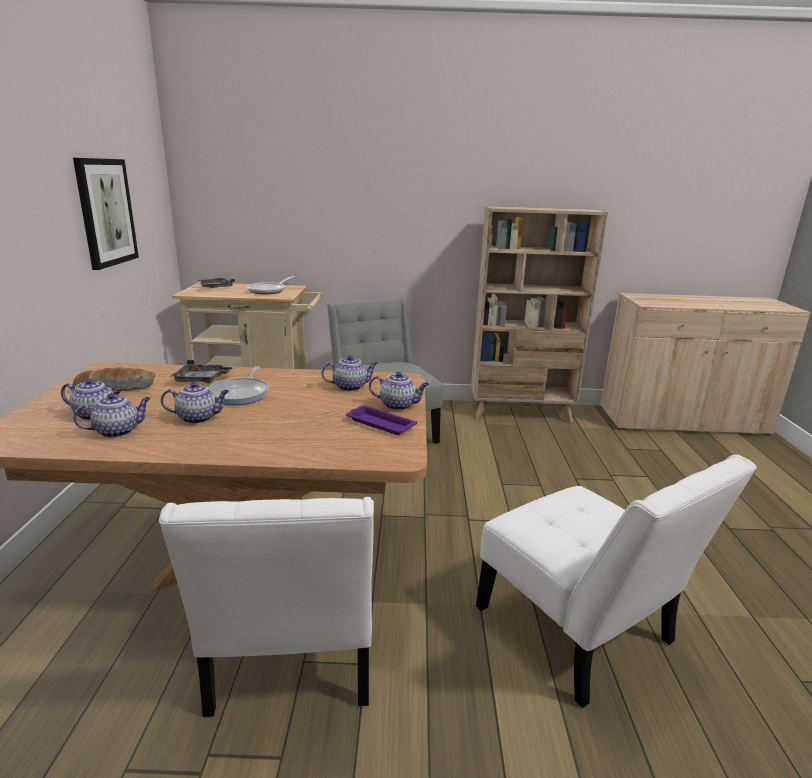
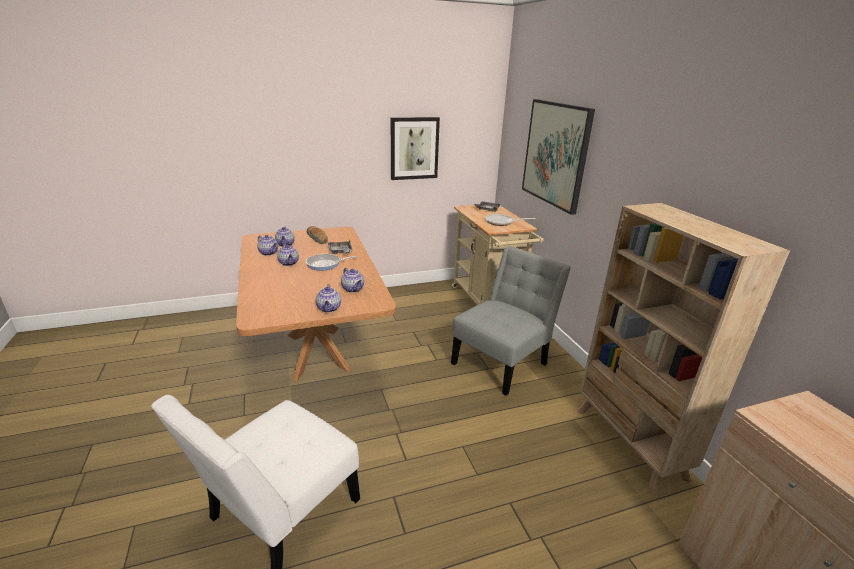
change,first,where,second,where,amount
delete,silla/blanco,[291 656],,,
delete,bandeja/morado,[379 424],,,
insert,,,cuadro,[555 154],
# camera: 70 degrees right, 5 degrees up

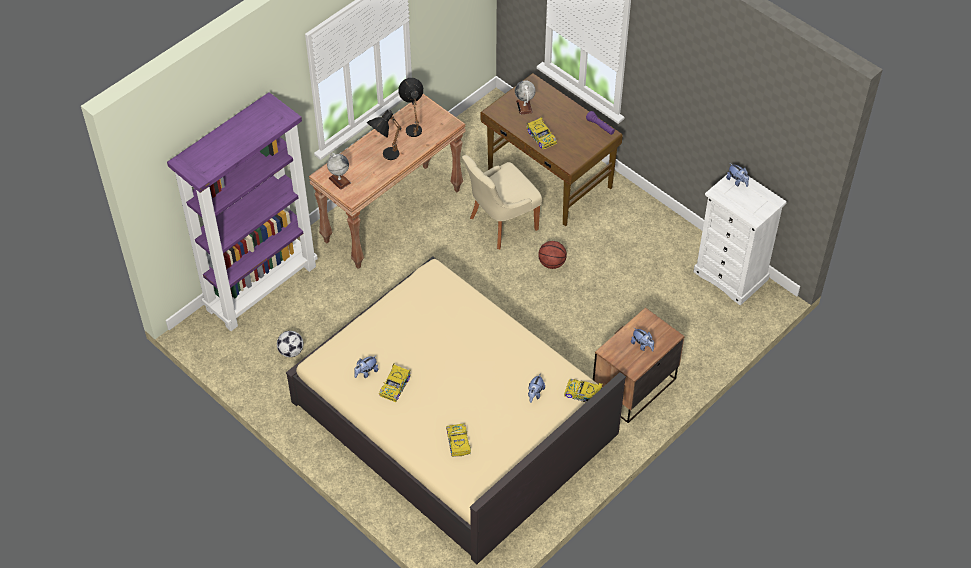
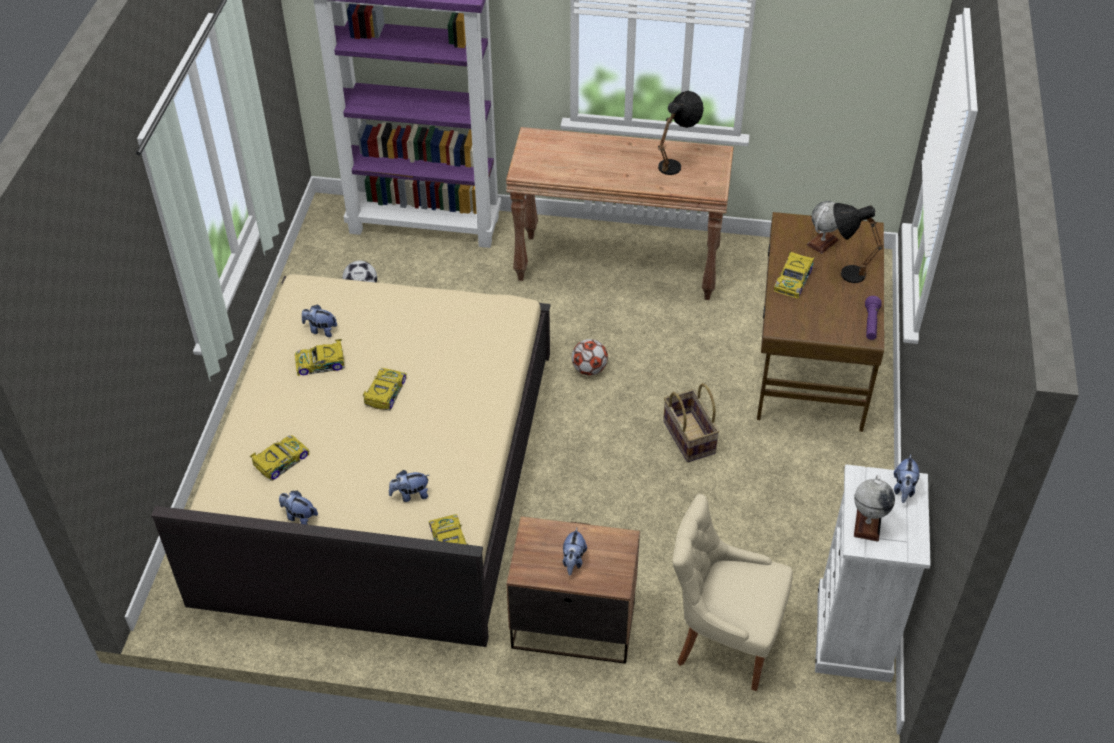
change,first,where,second,where,amount
insert,,,peluche,[299 517],
insert,,,coche de juguete,[385 393],
insert,,,balón de fútbol,[589 369],
move,globo terráqueo,[339 180],,[867 524],
move,lámpara de mesa/negro,[385 156],,[843 272],
move,silla/beis,[501 224],,[723 639],
replace,balón de baloncesto,[551 263],cesta,[688 437],
# camera: 55 degrees right, 5 degrees down

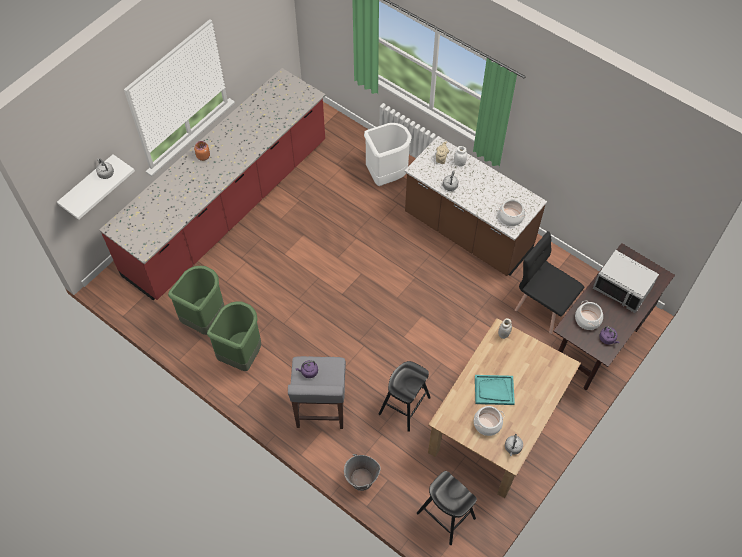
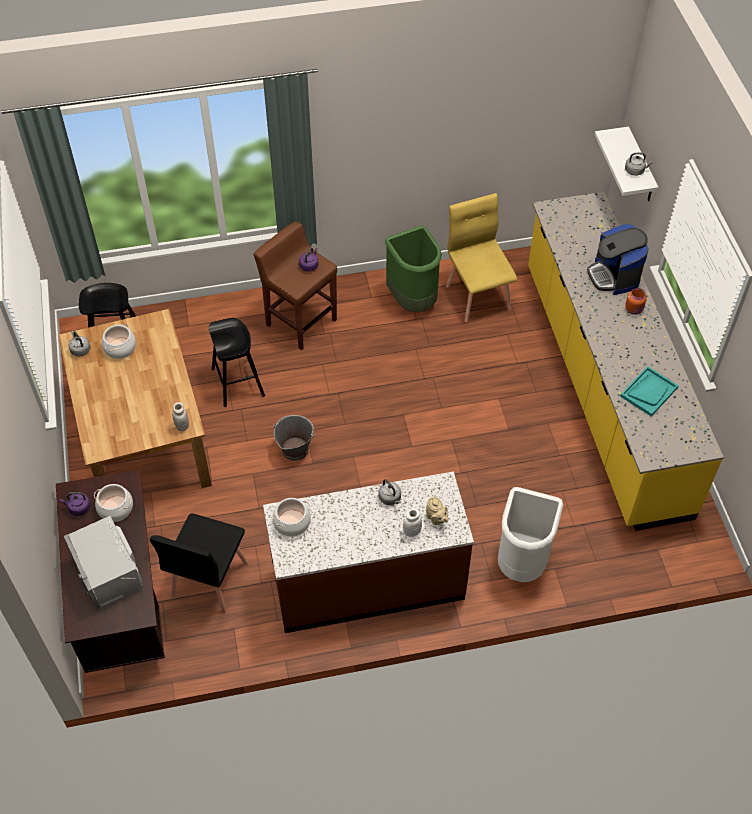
change,first,where,second,where,amount
insert,,,cafetera,[614 276],
move,cubo/gris,[361 480],,[295 449],
move,bandeja/turquesa,[494 390],,[648 392],
replace,papelera/verde,[205 319],silla/amarillo,[478 296],
recolor,mueble bajo de cocina/rojo,[228 208],mueble bajo de cocina/amarillo,[603 387],
recolor,taburete/gris,[320 409],taburete/marrón,[300 322],
rotate,silla/negro,[543 306],,[209 580],120 degrees clockwise
rotate,microondas/gris,[622 288],,[109 572],105 degrees counterclockwise
# camera: 130 degrees right, 5 degrees down

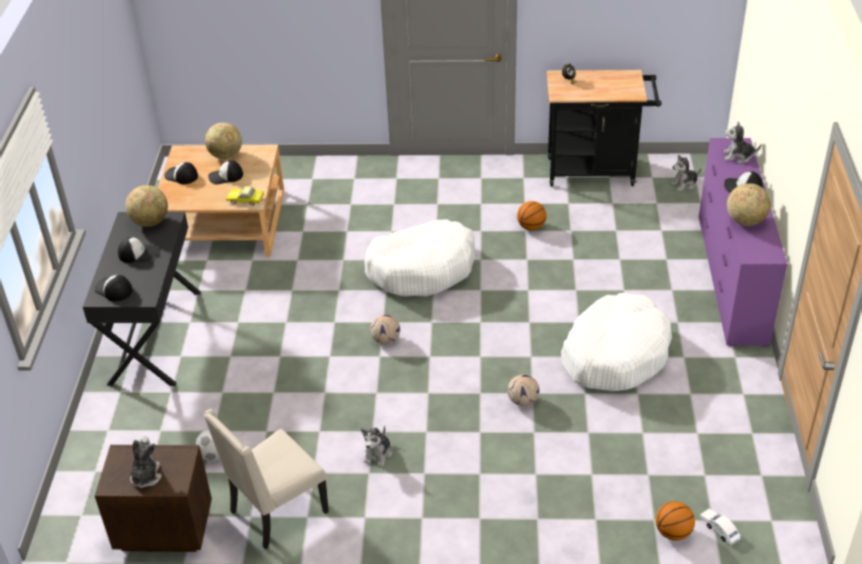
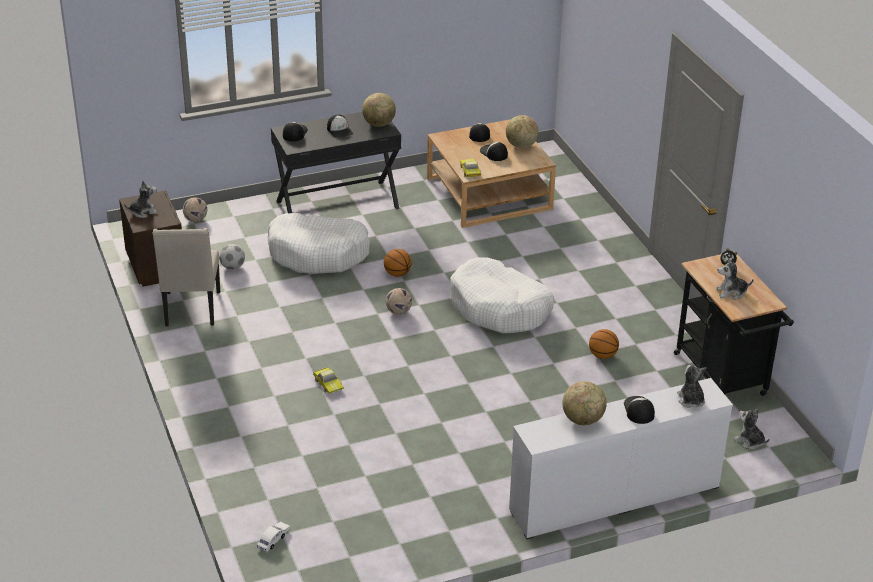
change,first,where,second,where,amount
insert,,,coche de juguete,[329 383],
move,peluche,[378 454],,[731 292],
move,balón de fútbol,[523 401],,[195 220],
move,cama para perro/blanco,[615 354],,[318 253],
move,balón de baloncesto,[673 532],,[397 274],
recolor,cómoda/morado,[731 278],cómoda/blanco,[614 498],
rotate,silla/beis,[276 512],,[191 310],120 degrees counterclockwise
# camera: 65 degrees right, 5 degrees down

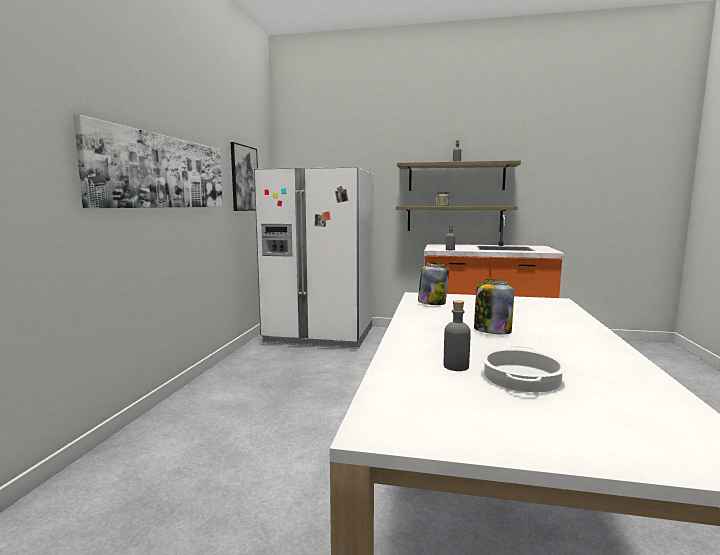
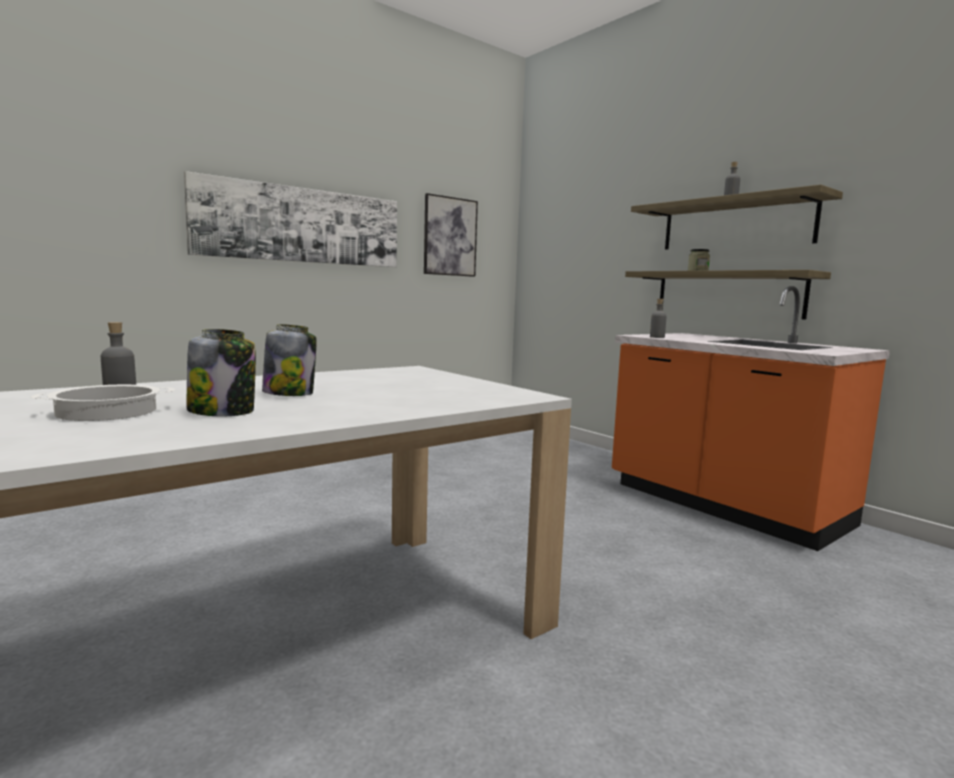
change,first,where,second,where,amount
delete,nevera/blanco,[320 335],,,
move,tarro,[432 303],,[223 412],
# camera: 40 degrees right, 0 degrees up

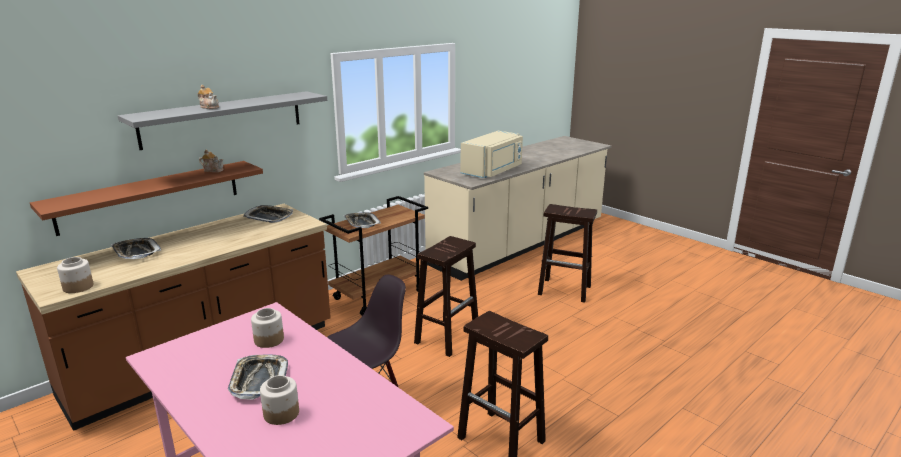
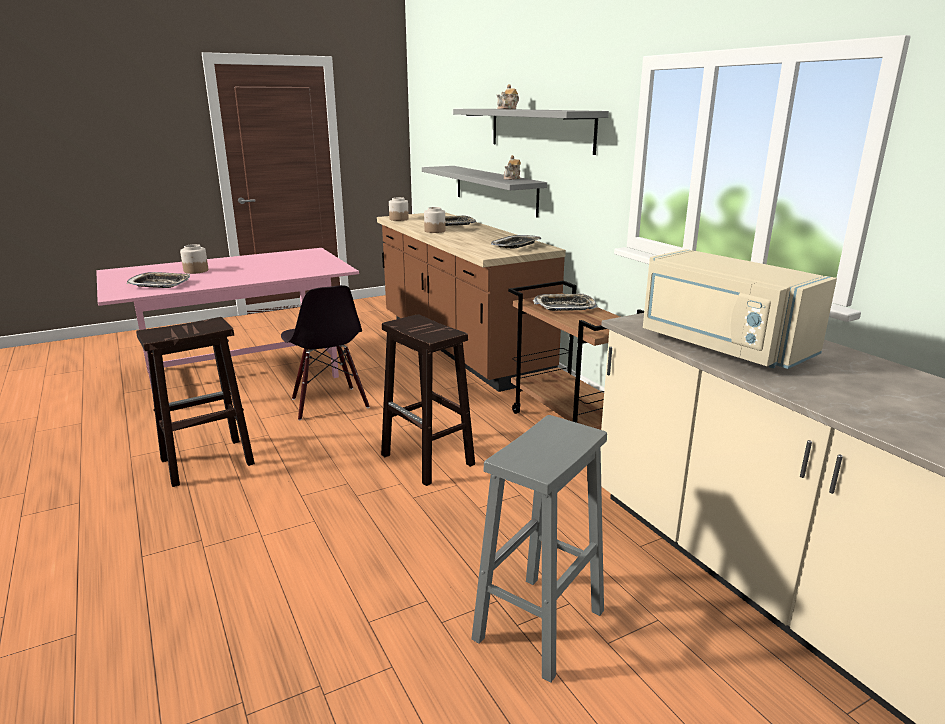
change,first,where,second,where,amount
move,bandeja,[259 380],,[160 284],
move,tarro,[268 340],,[434 231],
recolor,estante/marrón,[151 196],estante/gris,[495 189],
recolor,taburete/marrón,[565 290],taburete/gris,[538 626],
# camera: 105 degrees right, 0 degrees up

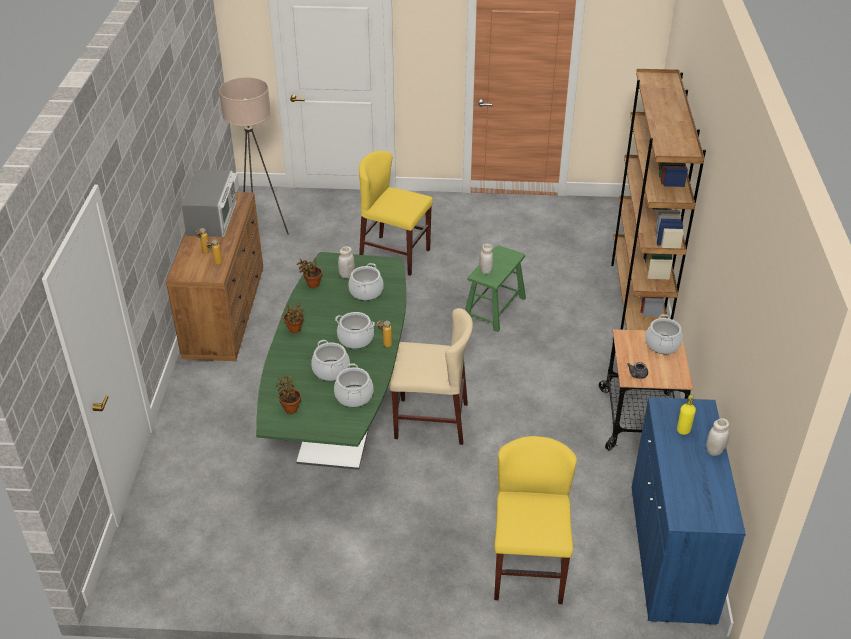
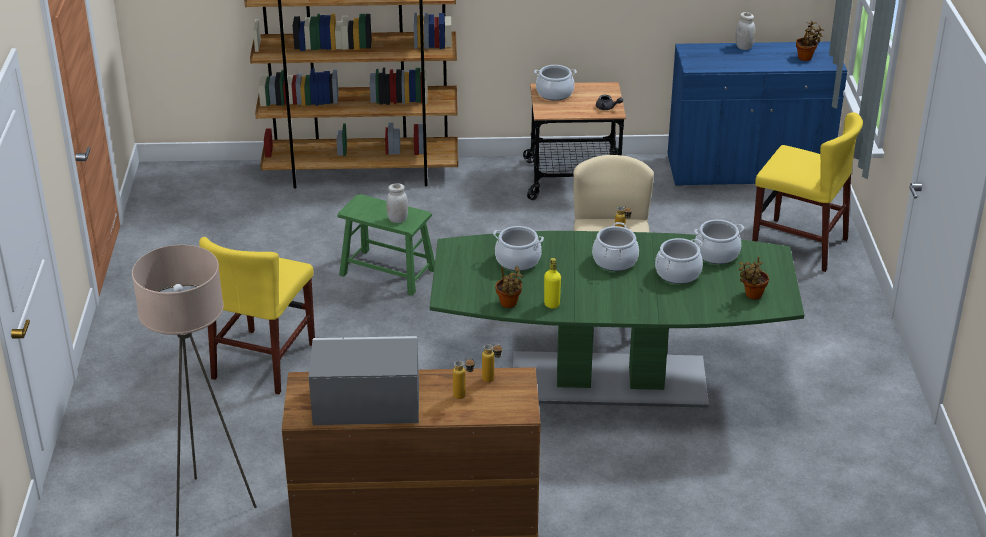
change,first,where,second,where,amount
delete,tarro/blanco,[347 275],,,
move,planta en maceta,[295 330],,[806 57],
move,botella/amarillo,[683 430],,[551 304],
rotate,silla/amarillo,[528 569],,[799 244],150 degrees counterclockwise
# camera: 95 degrees left, 5 degrees down

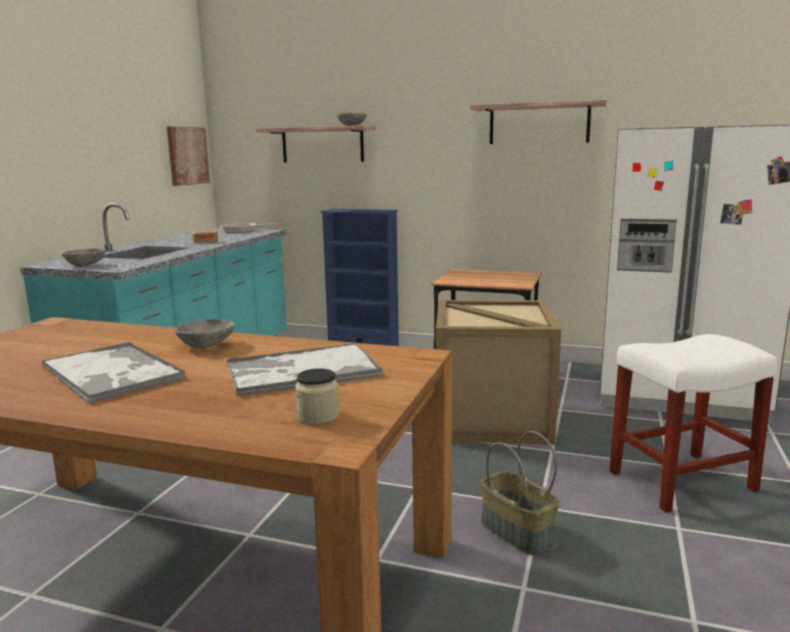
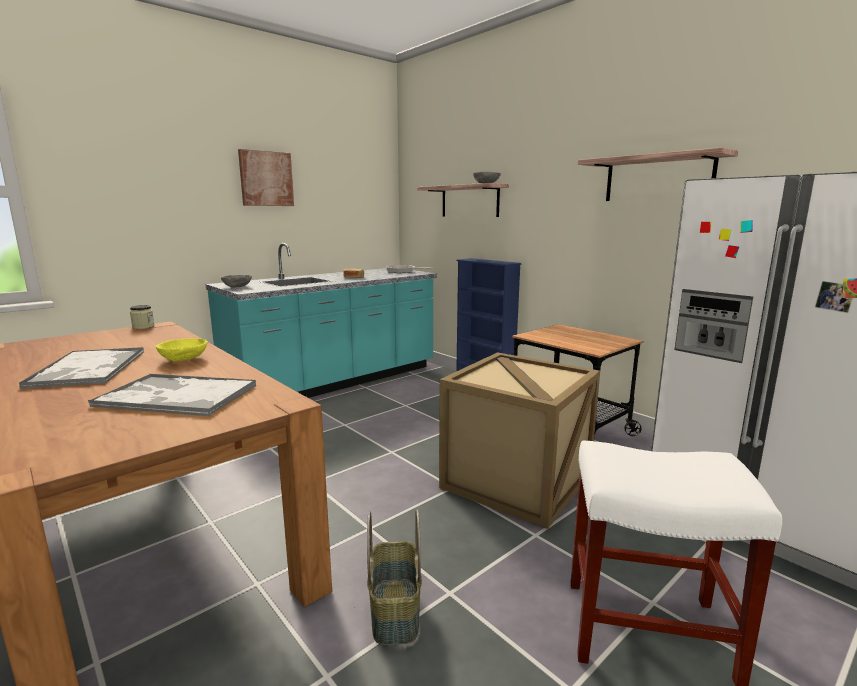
change,first,where,second,where,amount
move,cuadro,[187 156],,[266 179],
move,tarro,[318 416],,[143 327],
recolor,cuenco/gris,[208 345],cuenco/amarillo,[184 360],
# camera: 30 degrees right, 0 degrees up

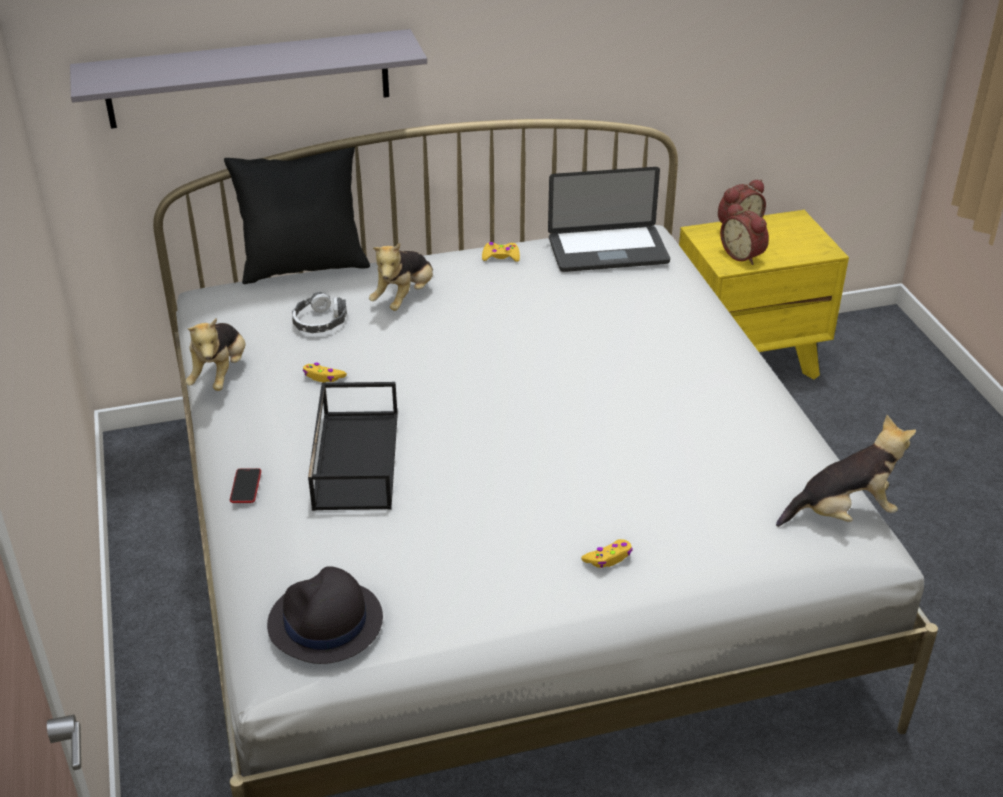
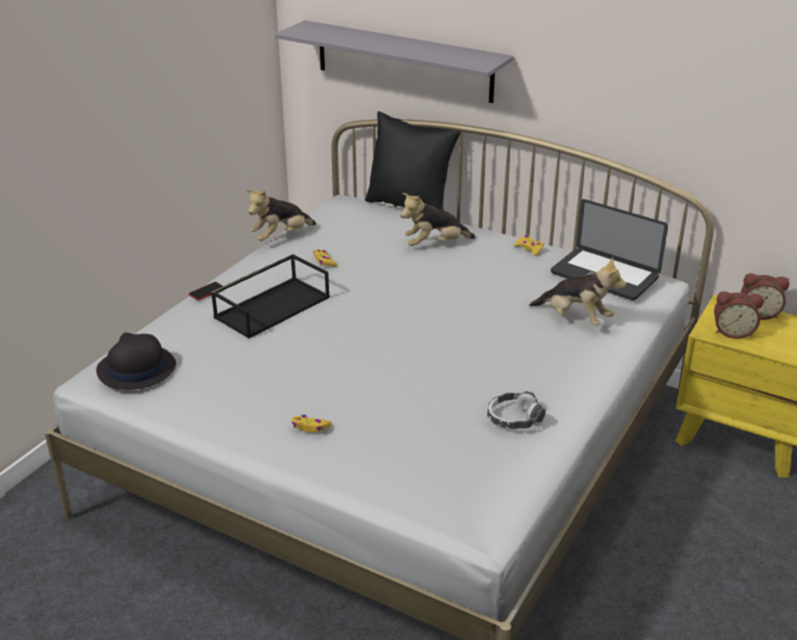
change,first,where,second,where,amount
move,auriculares,[320 322],,[514 418],
move,peluche,[843 513],,[575 318],
rotate,despertador,[744 255],,[732 331],90 degrees counterclockwise
# camera: 45 degrees right, 5 degrees down

